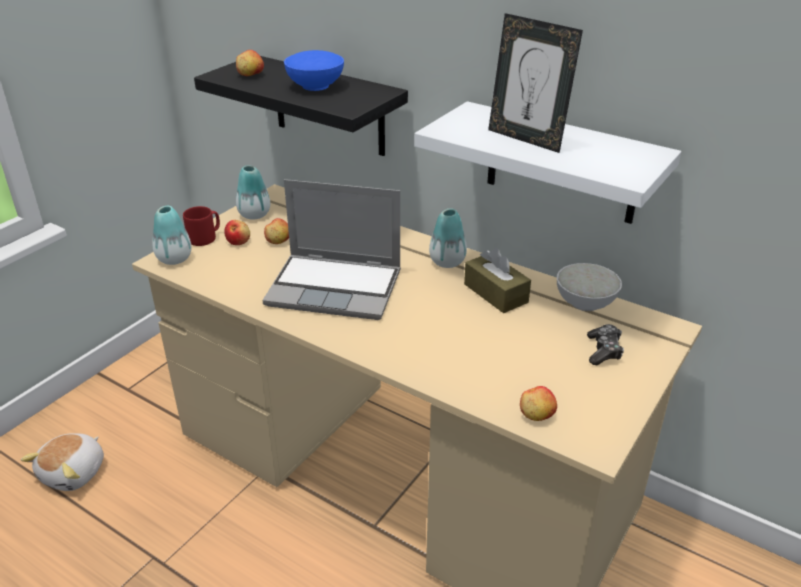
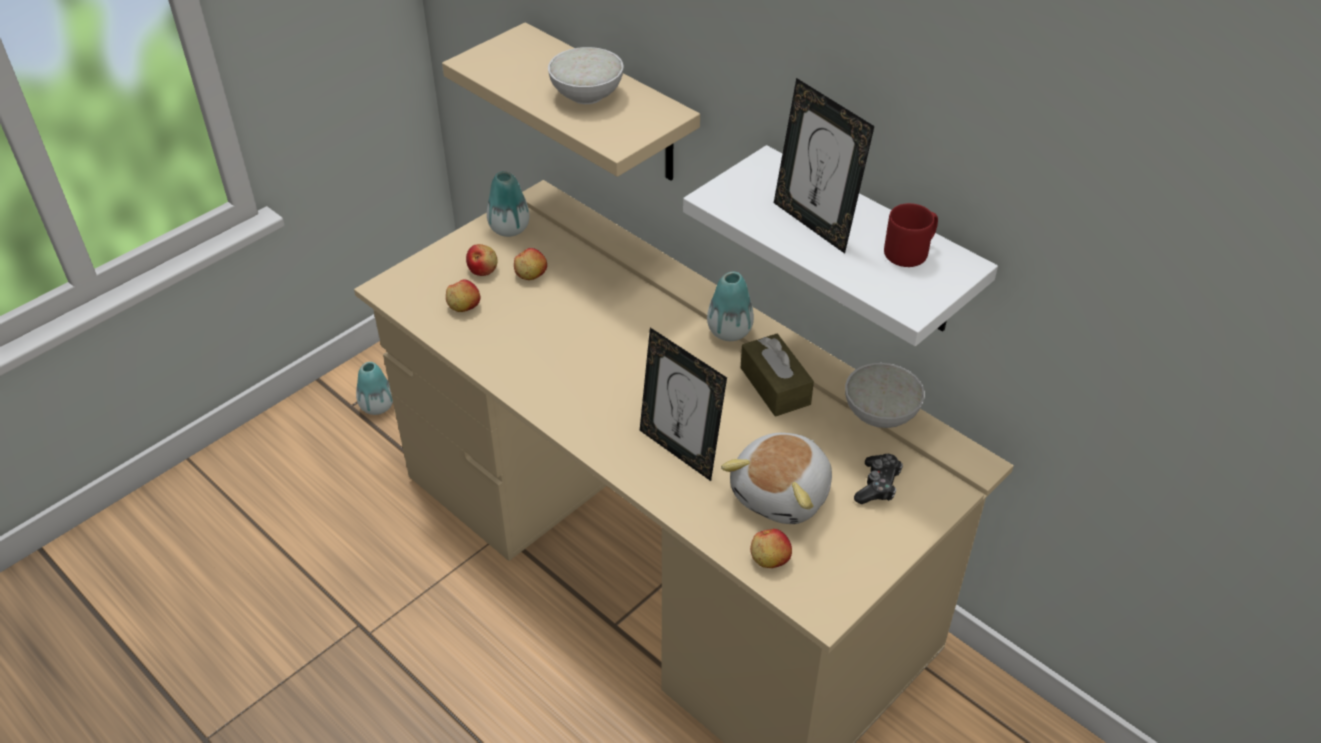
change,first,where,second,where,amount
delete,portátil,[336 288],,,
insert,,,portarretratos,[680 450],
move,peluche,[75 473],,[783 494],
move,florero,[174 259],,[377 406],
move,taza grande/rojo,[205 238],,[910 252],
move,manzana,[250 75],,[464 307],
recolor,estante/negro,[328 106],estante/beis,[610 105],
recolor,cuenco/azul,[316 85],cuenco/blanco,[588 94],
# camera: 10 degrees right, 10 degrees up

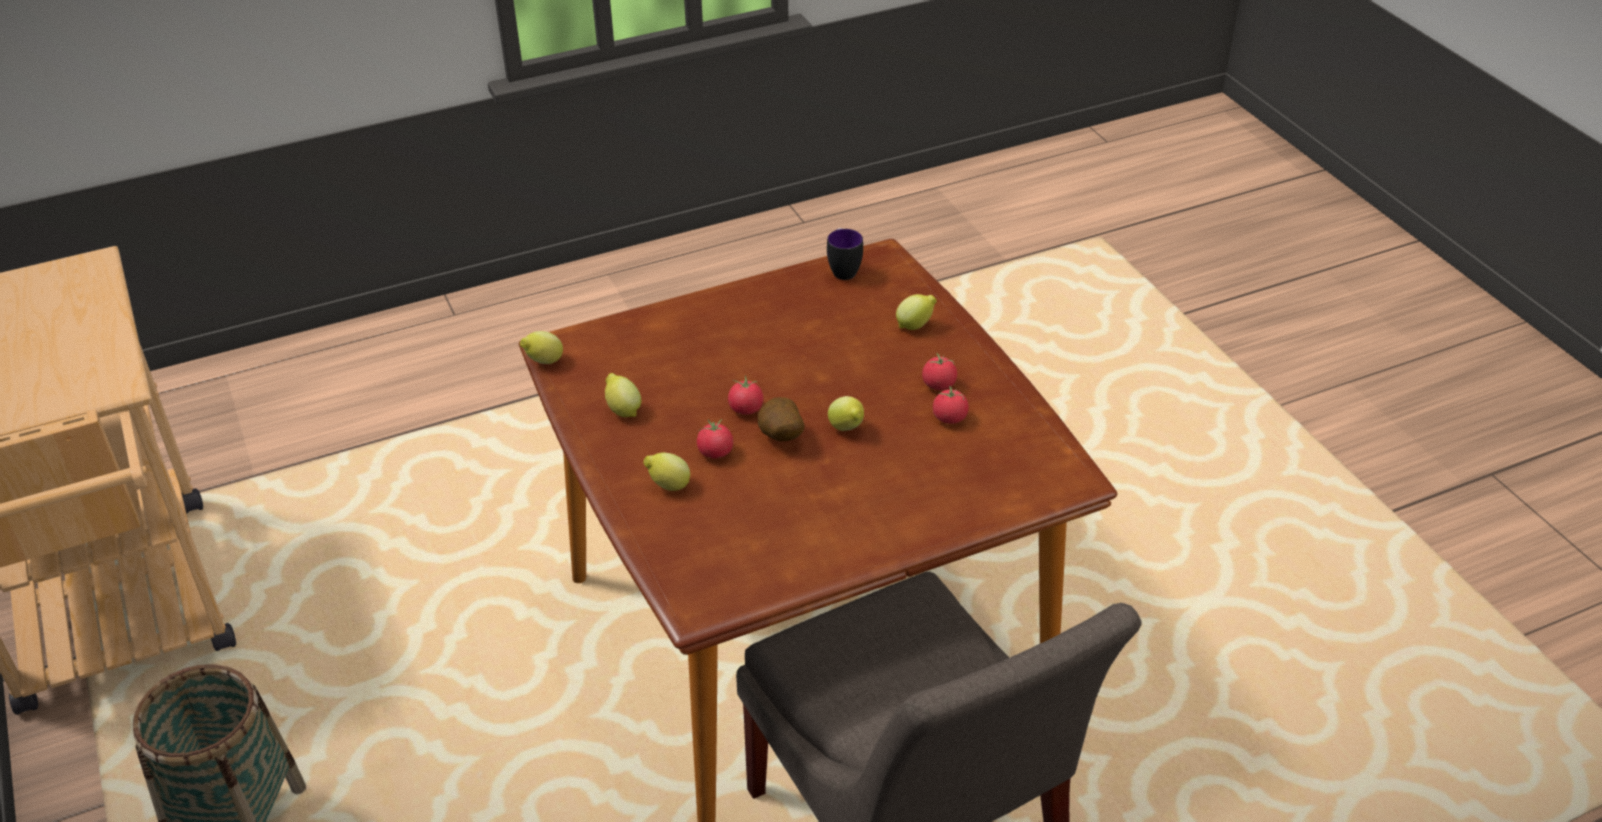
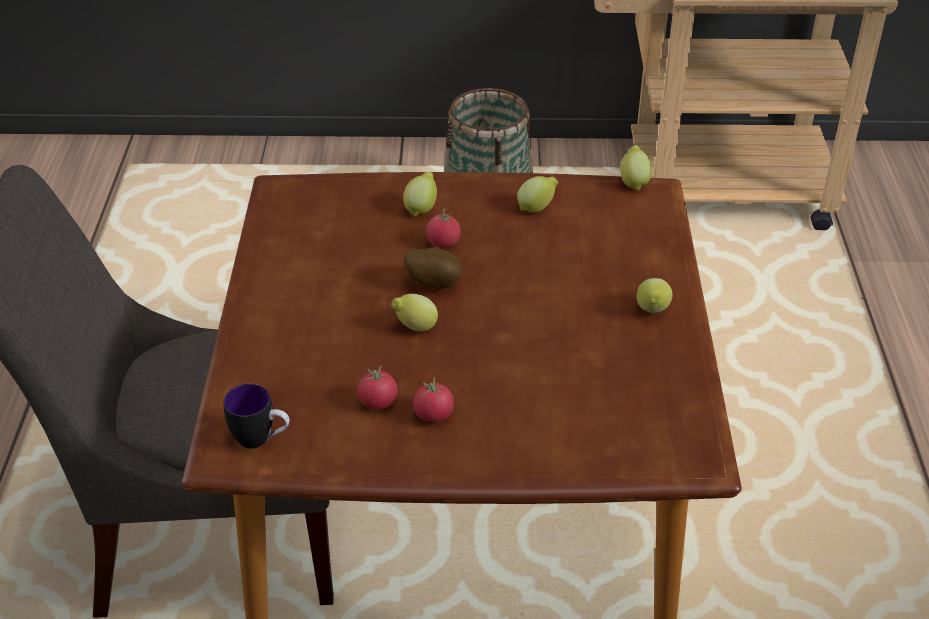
change,first,where,second,where,amount
delete,tomate,[746 409],,,
move,taza grande,[843 269],,[261 440],
move,limón,[915 325],,[652 311],
# camera: 115 degrees right, 0 degrees up

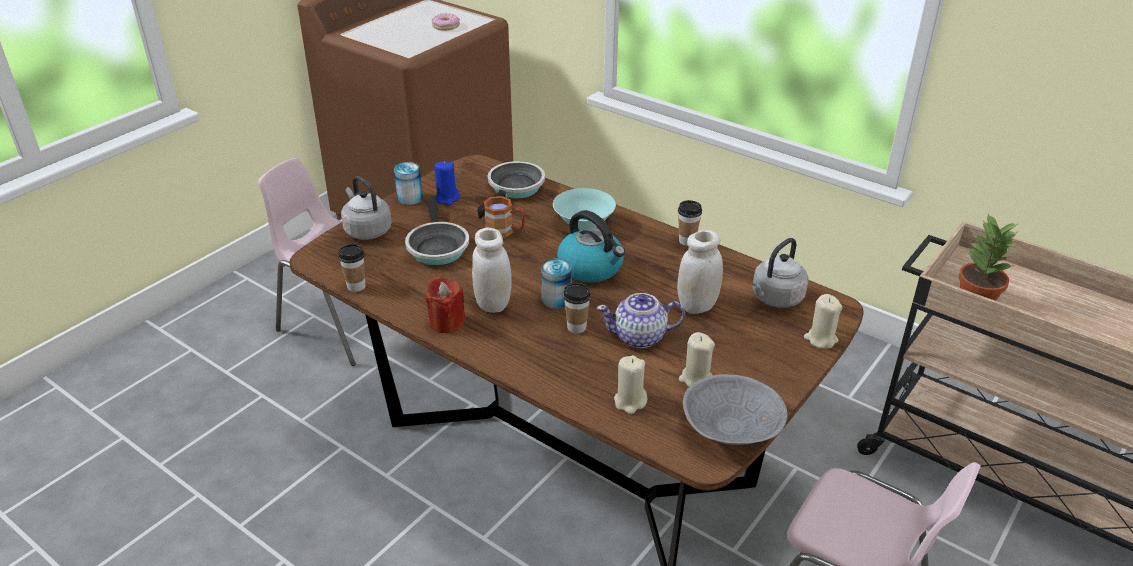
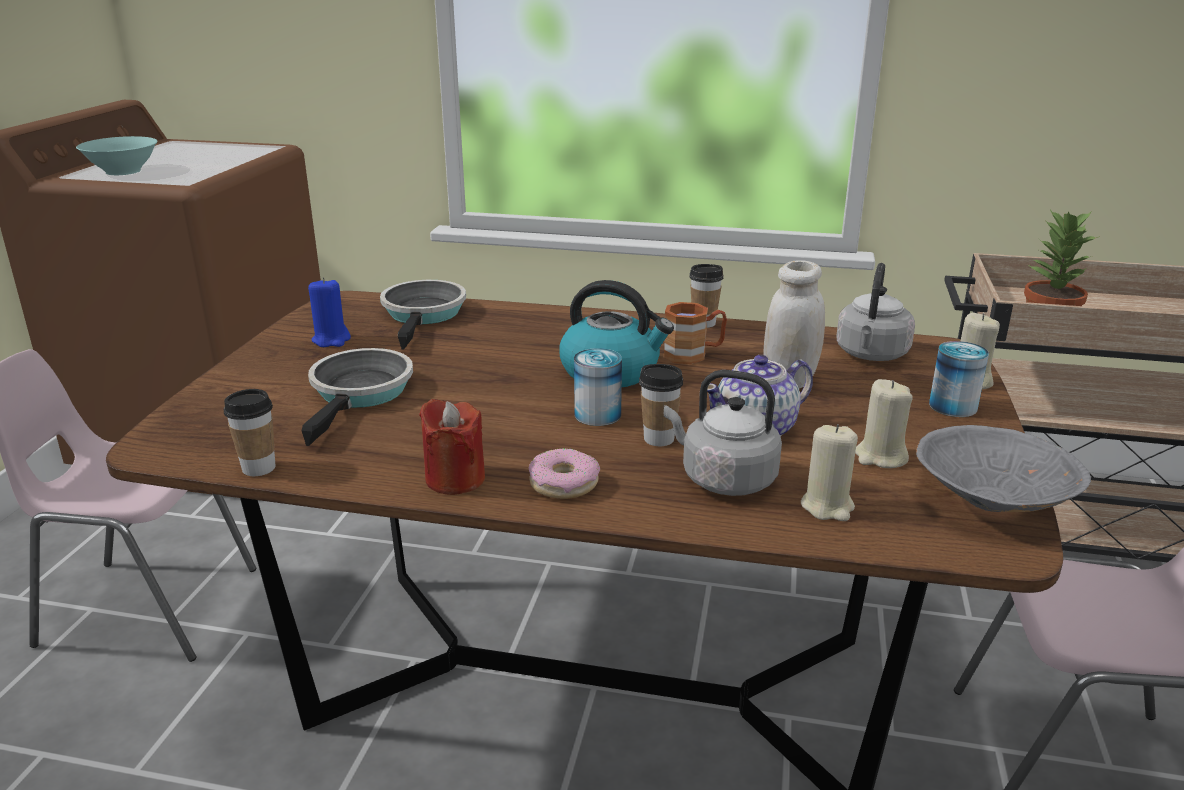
change,first,where,second,where,amount
delete,tarro/blanco,[493 304],,,
move,hervidor/gris,[366 230],,[723 479],
move,lata,[410 198],,[953 406],
move,rosquilla,[446 26],,[564 483],
move,taza grande/marrón,[505 231],,[693 354],
move,cuenco/turquesa,[583 223],,[122 171],
rotate,sartén,[437 247],,[360 394],135 degrees counterclockwise
# camera: 25 degrees left, 10 degrees down

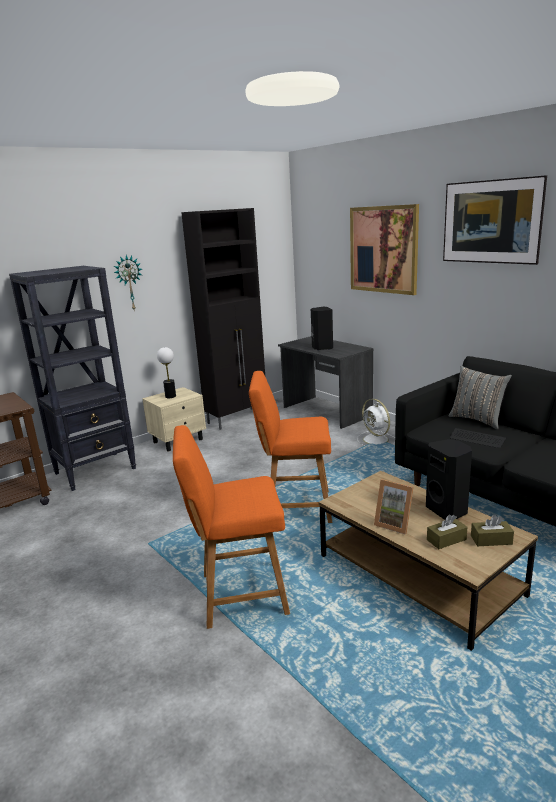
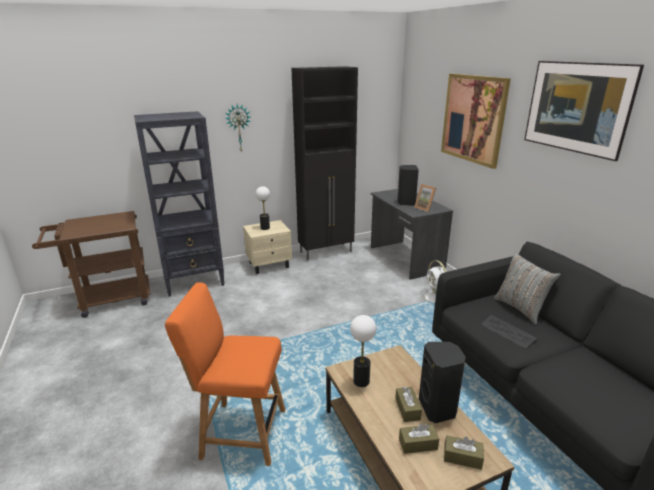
change,first,where,second,where,amount
delete,silla/naranja,[295 507],,,
insert,,,lámpara de mesa,[361 381],
insert,,,caja de pañuelos/marrón,[407 409],
move,portarretratos,[394 523],,[425 208],
# camera: 15 degrees right, 5 degrees up

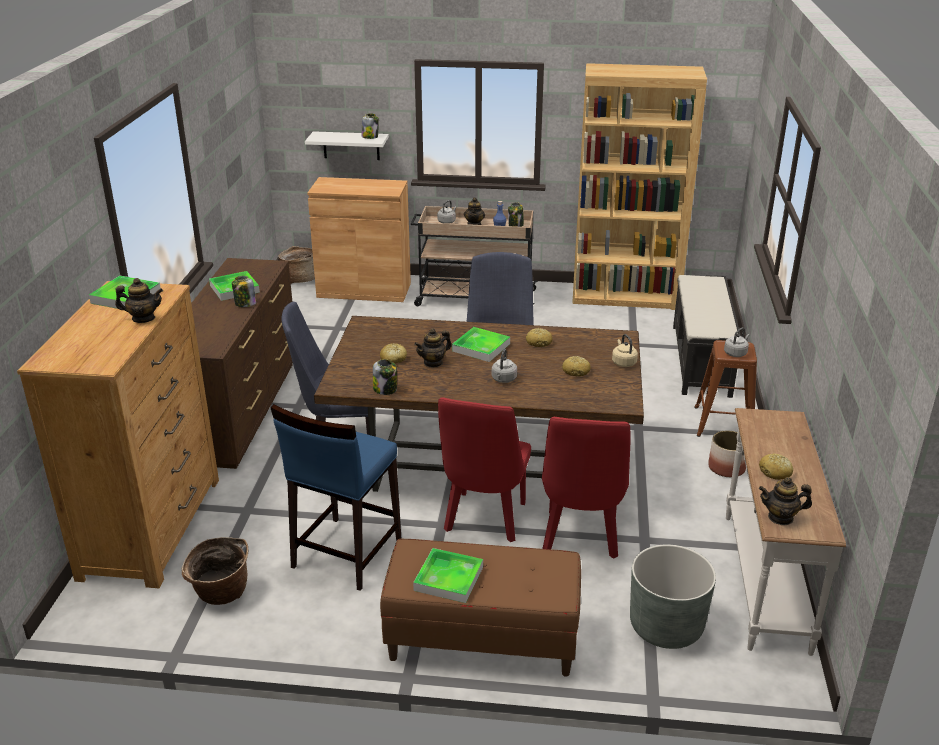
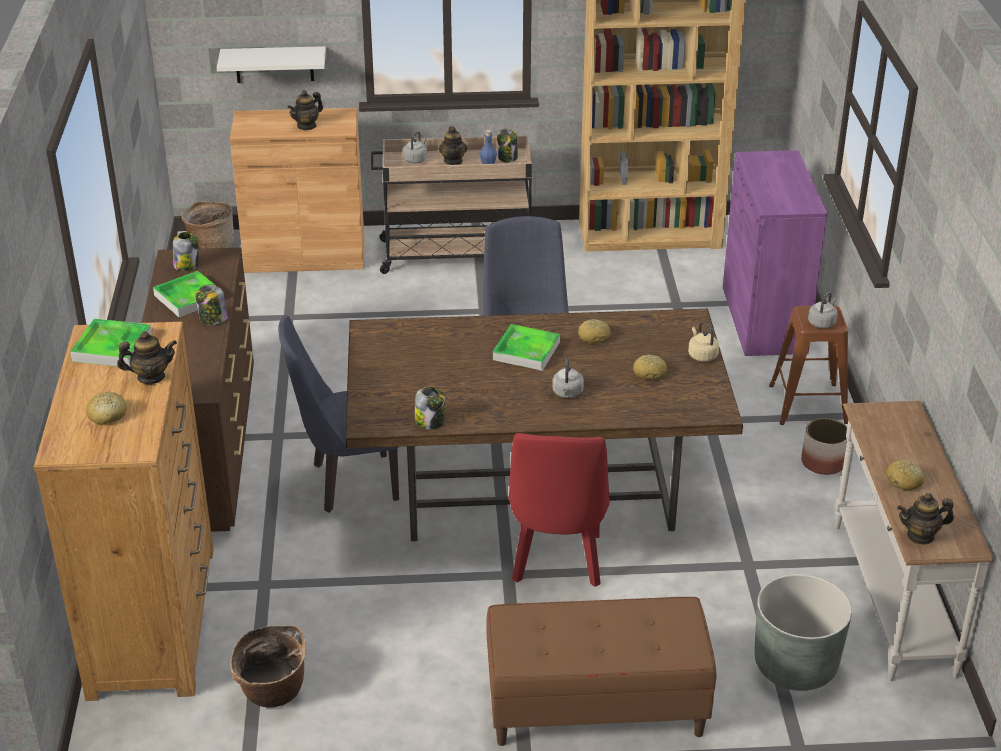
change,first,where,second,where,amount
delete,taburete/azul,[345 553],,,
delete,bandeja,[448 578],,,
delete,silla/rojo,[581 539],,,
move,tarro,[370 137],,[187 265],
move,pan,[393 359],,[107 415],
move,tetera,[433 363],,[307 126],
replace,banco/negro,[701 360],armario/morado,[764 319],
# camera: 10 degrees left, 5 degrees up

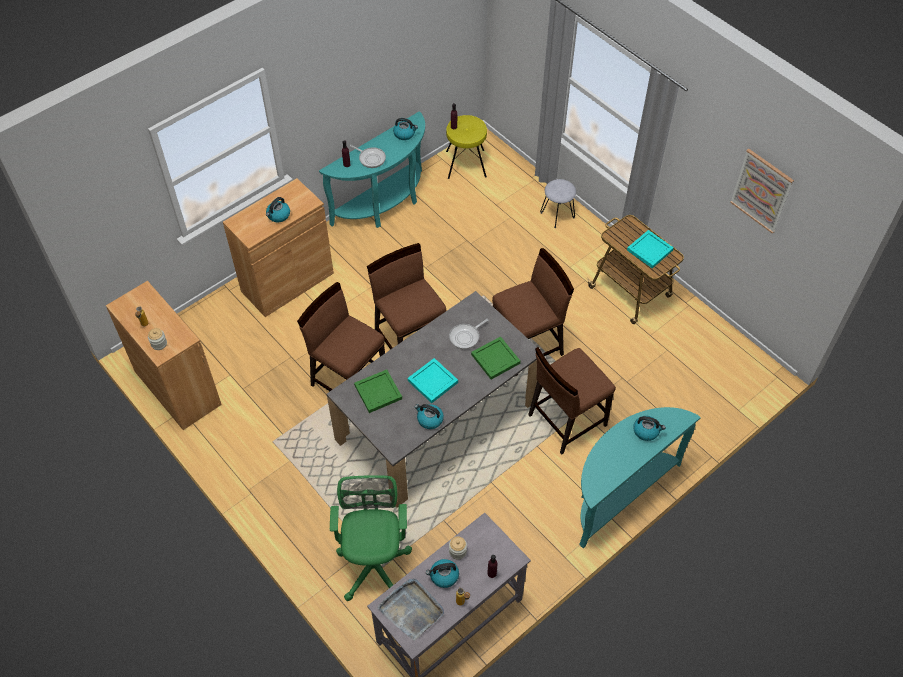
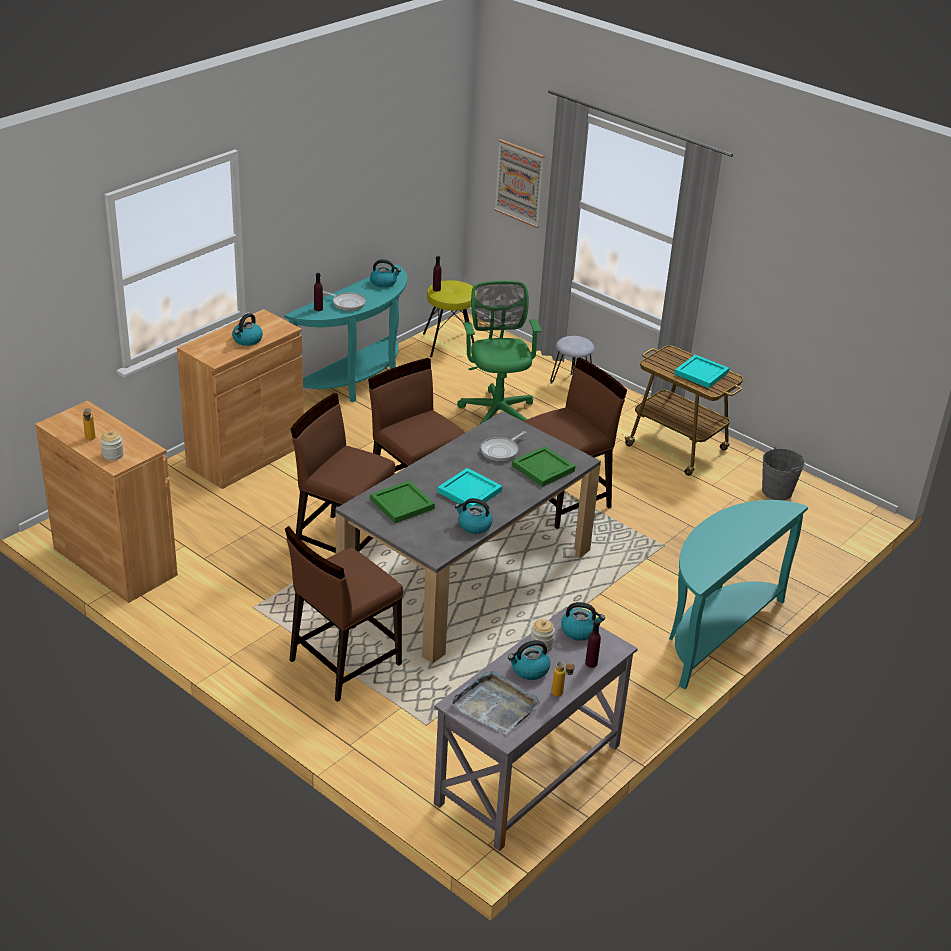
change,first,where,second,where,amount
insert,,,cubo/gris,[777 491],
move,silla de oficina/verde,[374 561],,[497 411],
move,silla/marrón,[566 420],,[344 662],
move,hervidor,[646 431],,[579 631],
move,cuadro,[761 190],,[519 183],
# camera: 10 degrees left, 20 degrees down

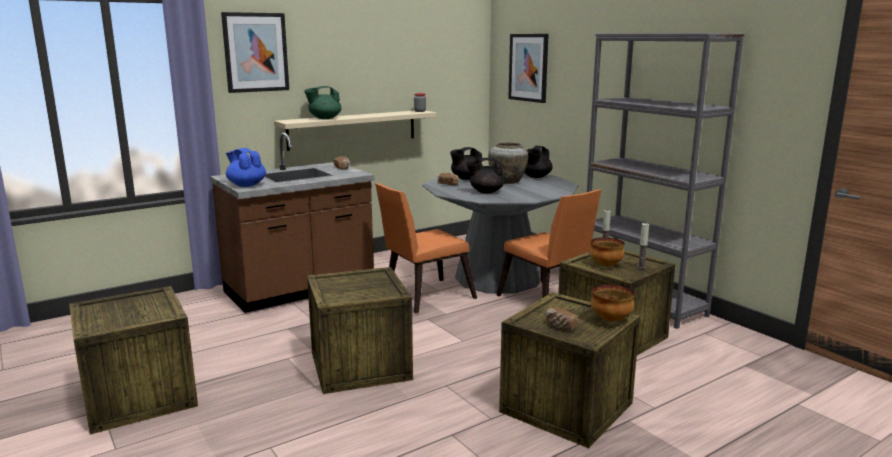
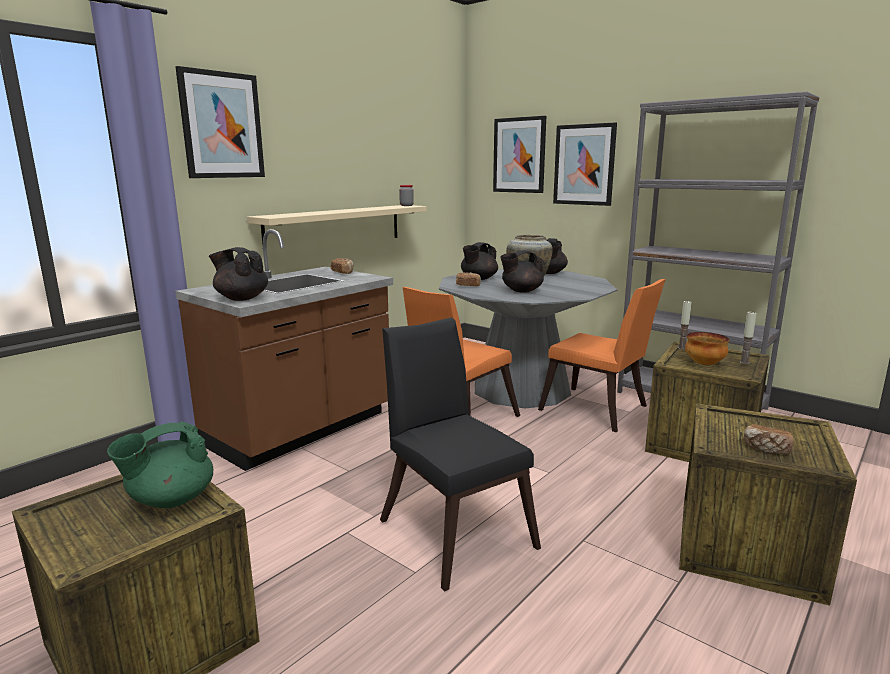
change,first,where,second,where,amount
delete,cuenco,[611 320],,,
insert,,,cuadro,[584 165],
move,tetera/verde,[324 118],,[170 500],
replace,caja de embalaje,[360 366],silla/negro,[453 528],
recolor,tetera/azul,[246 185],tetera/negro,[241 298],
# camera: 15 degrees left, 0 degrees up

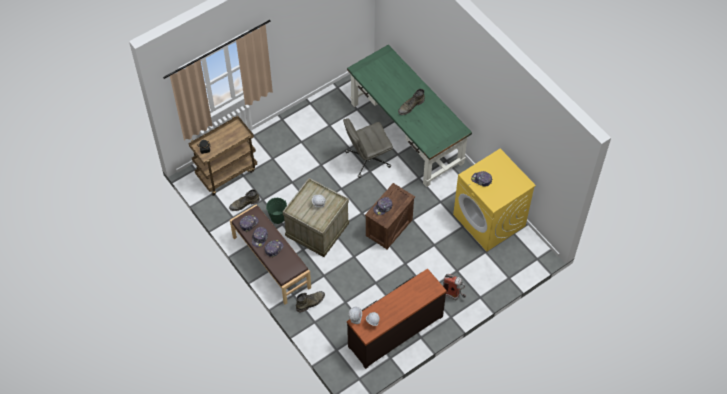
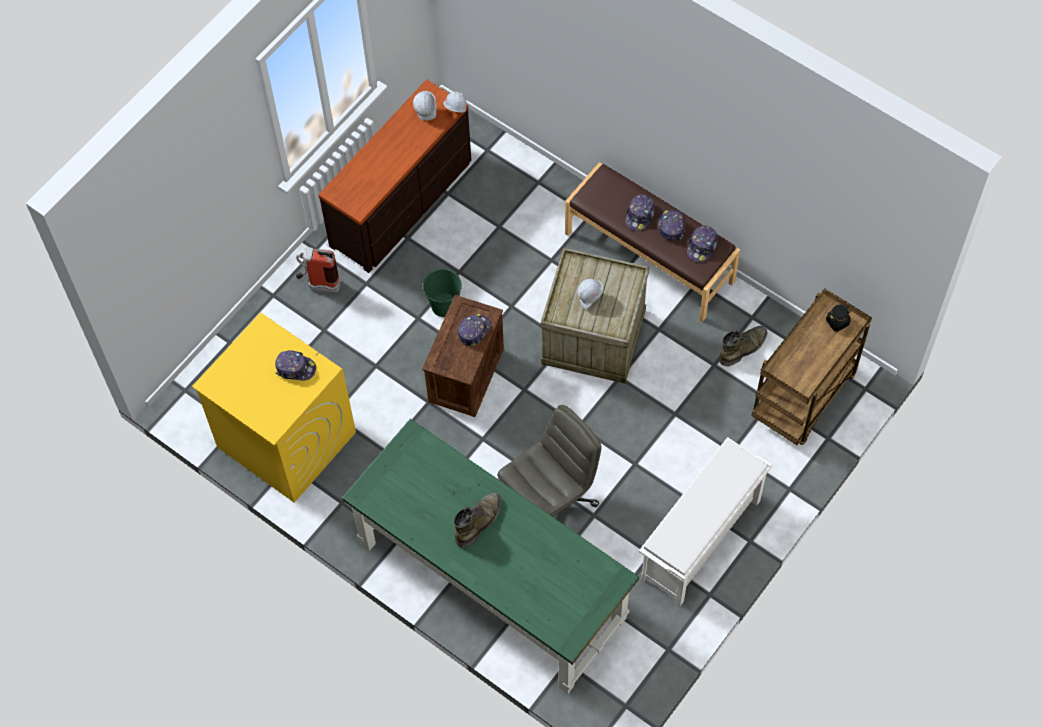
change,first,where,second,where,amount
delete,bota/verde,[310 302],,,
insert,,,zapatero/blanco,[700 541],
move,cubo/verde,[277 217],,[444 305],
# camera: 165 degrees right, 5 degrees up

